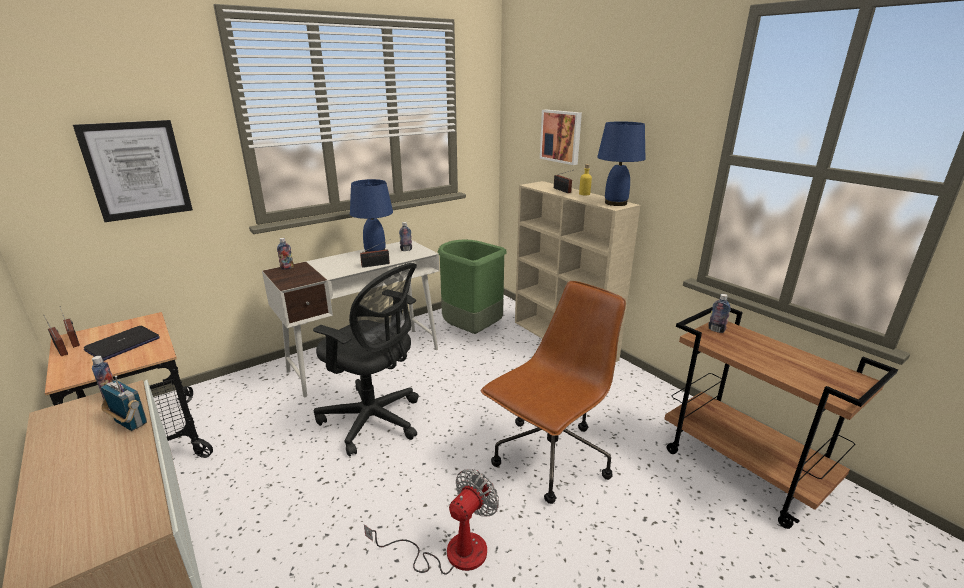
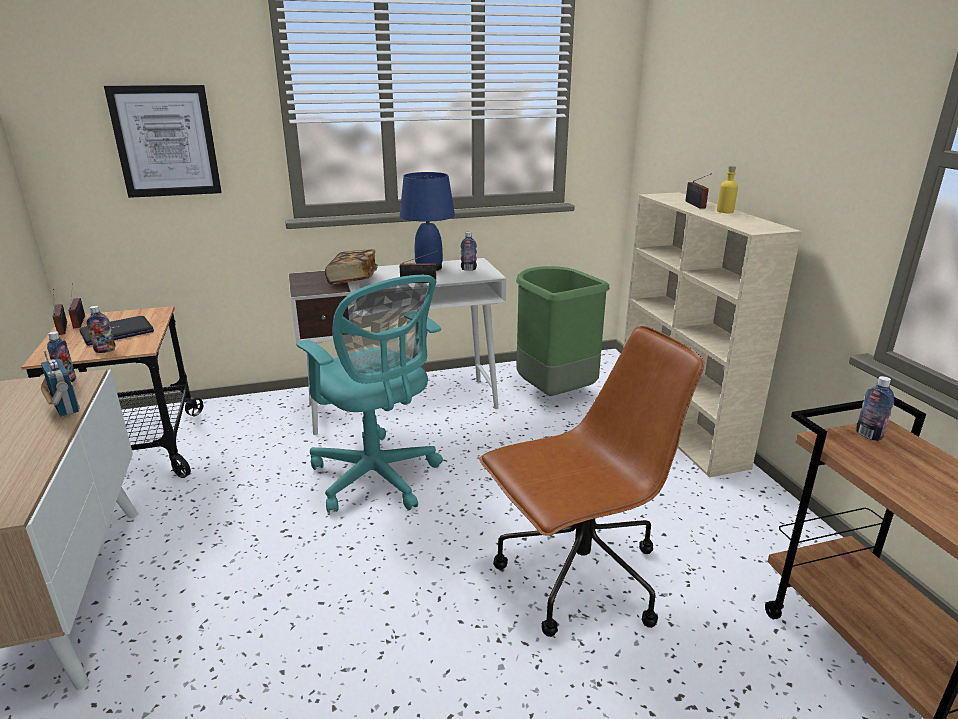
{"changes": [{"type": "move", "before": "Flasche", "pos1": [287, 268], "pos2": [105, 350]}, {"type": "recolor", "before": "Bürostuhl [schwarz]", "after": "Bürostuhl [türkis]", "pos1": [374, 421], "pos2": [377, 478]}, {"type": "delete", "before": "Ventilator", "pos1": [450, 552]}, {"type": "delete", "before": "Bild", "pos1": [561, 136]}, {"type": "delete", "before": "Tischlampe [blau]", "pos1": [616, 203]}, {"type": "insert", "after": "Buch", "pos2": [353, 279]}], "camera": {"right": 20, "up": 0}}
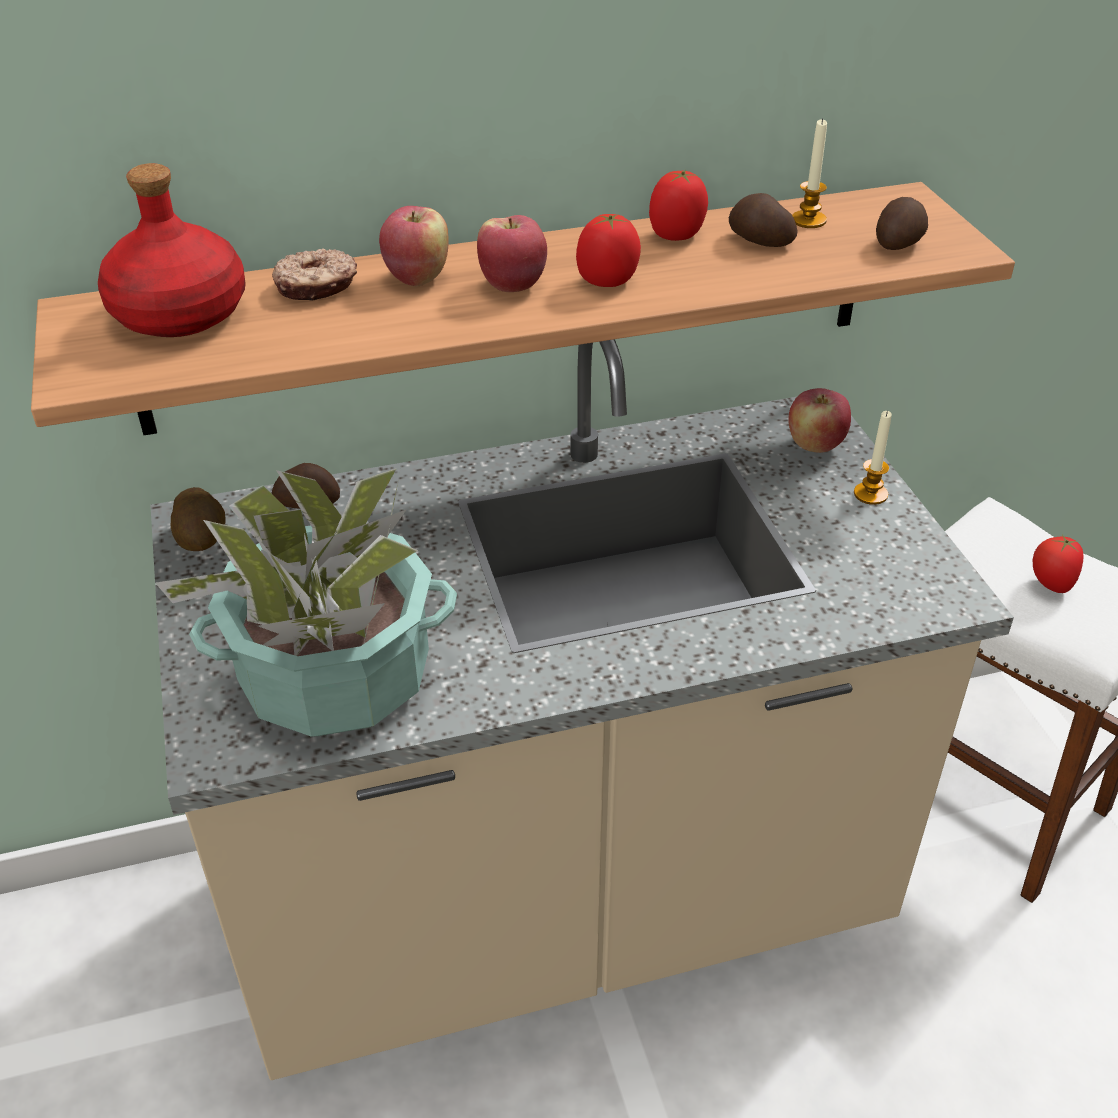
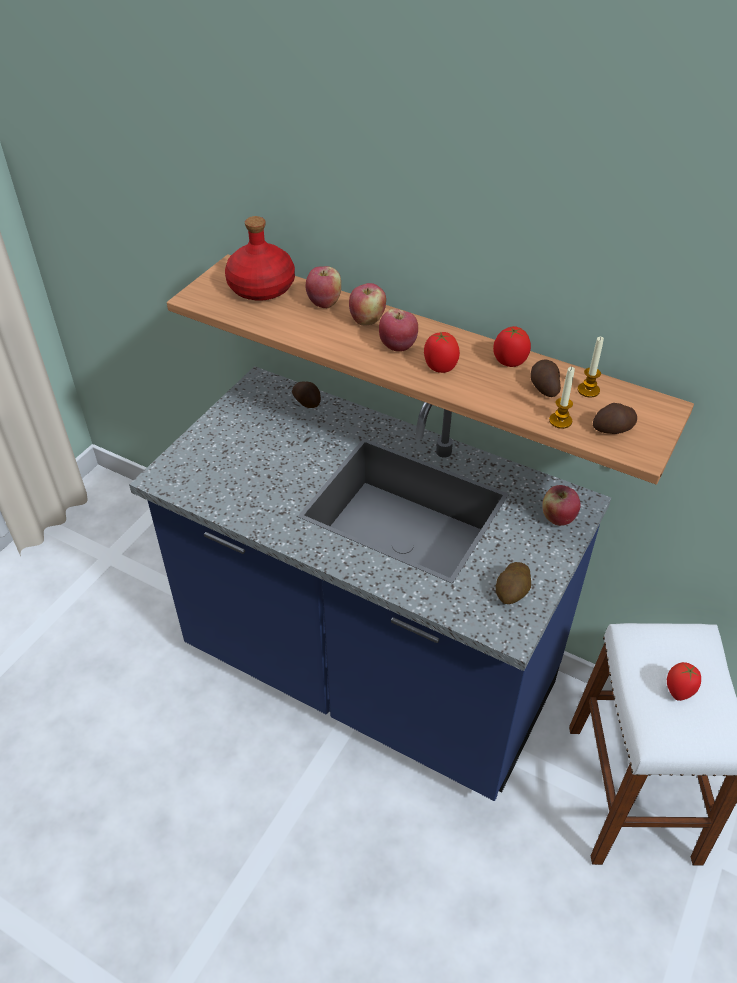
{"changes": [{"type": "recolor", "before": "Küchenzeile [beige]", "after": "Küchenzeile [blau]", "pos1": [561, 908], "pos2": [368, 674]}, {"type": "delete", "before": "Topfpflanze", "pos1": [336, 676]}, {"type": "move", "before": "Kartoffel", "pos1": [202, 539], "pos2": [512, 592]}, {"type": "replace", "before": "Donut", "after": "Apfel", "pos1": [316, 287], "pos2": [324, 303]}, {"type": "move", "before": "Kerze", "pos1": [870, 494], "pos2": [560, 421]}], "camera": {"right": 45, "up": 5}}
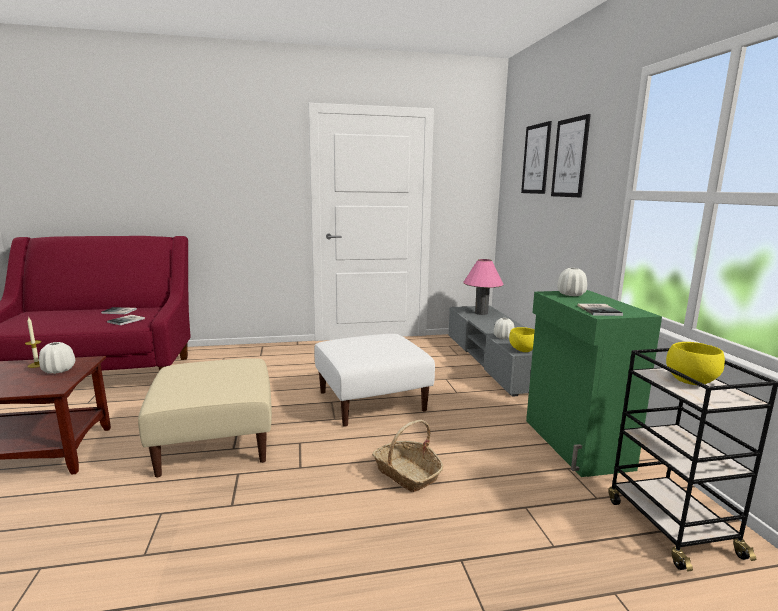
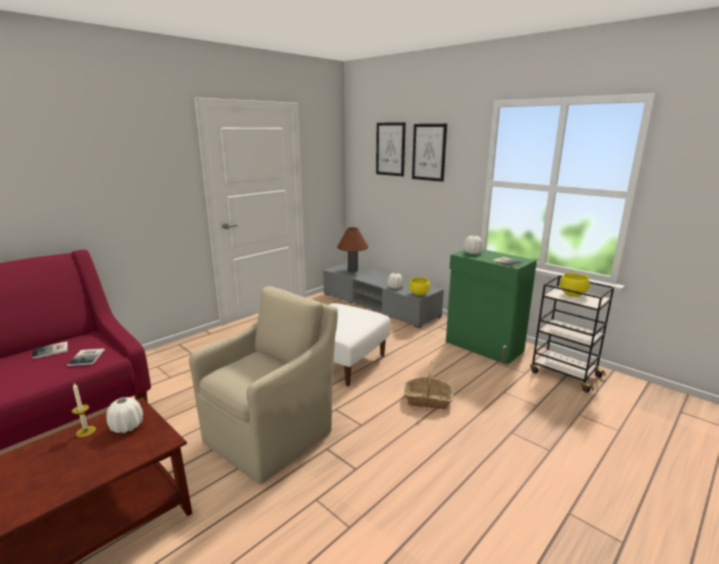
{"changes": [{"type": "replace", "before": "Polsterhocker [beige]", "after": "Sessel [beige]", "pos1": [216, 441], "pos2": [272, 435]}, {"type": "recolor", "before": "Tischlampe [rosa]", "after": "Tischlampe [braun]", "pos1": [481, 313], "pos2": [352, 270]}], "camera": {"right": -35, "up": 5}}
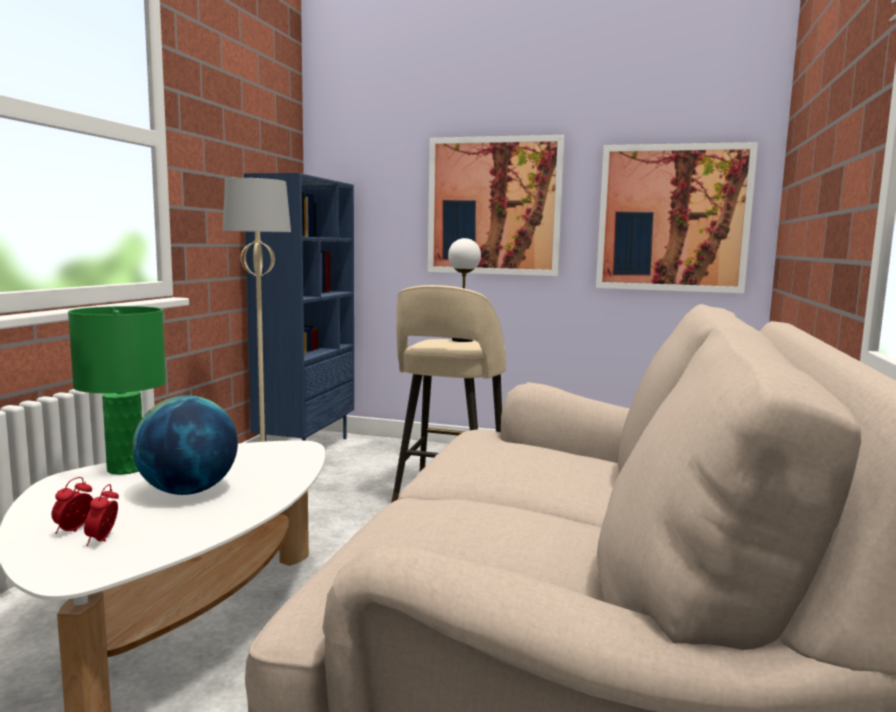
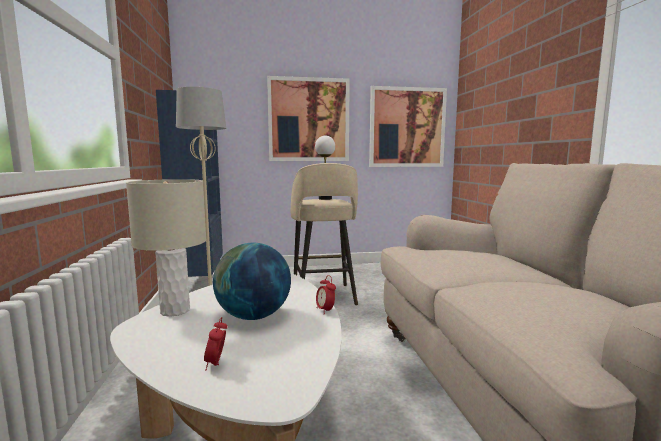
{"changes": [{"type": "recolor", "before": "Tischlampe [grün]", "after": "Tischlampe [beige]", "pos1": [126, 469], "pos2": [175, 310]}, {"type": "move", "before": "Wecker", "pos1": [103, 541], "pos2": [325, 310]}], "camera": {"right": -25, "up": 0}}
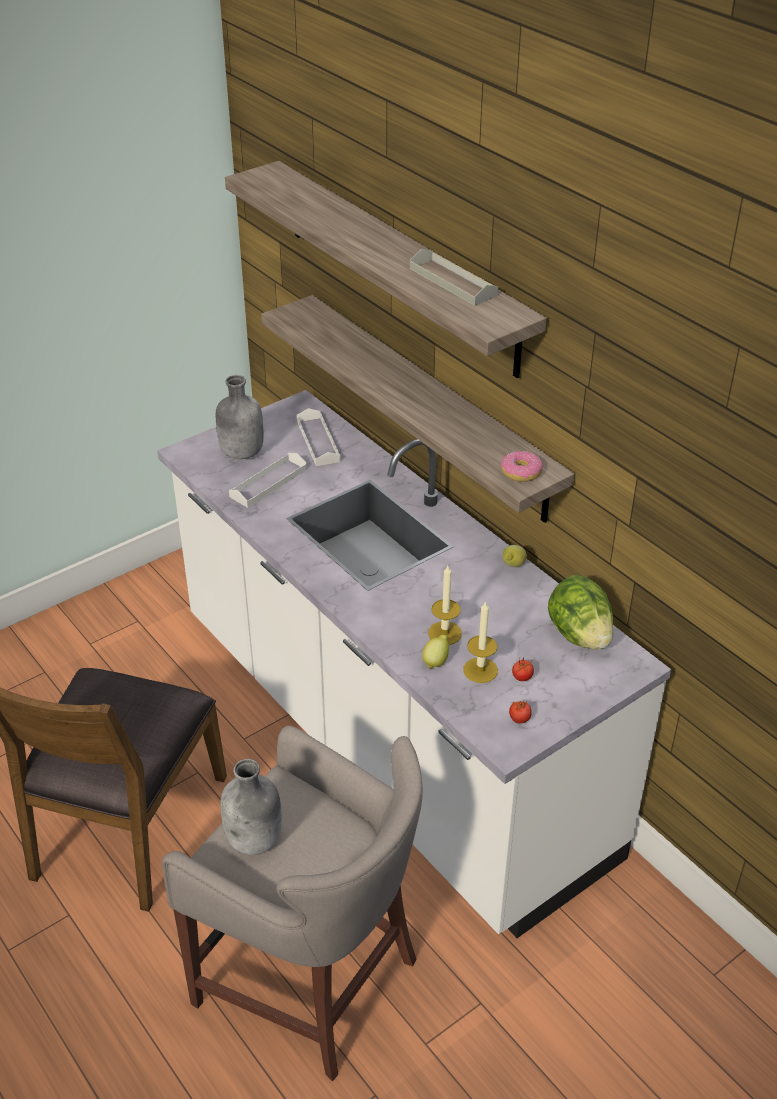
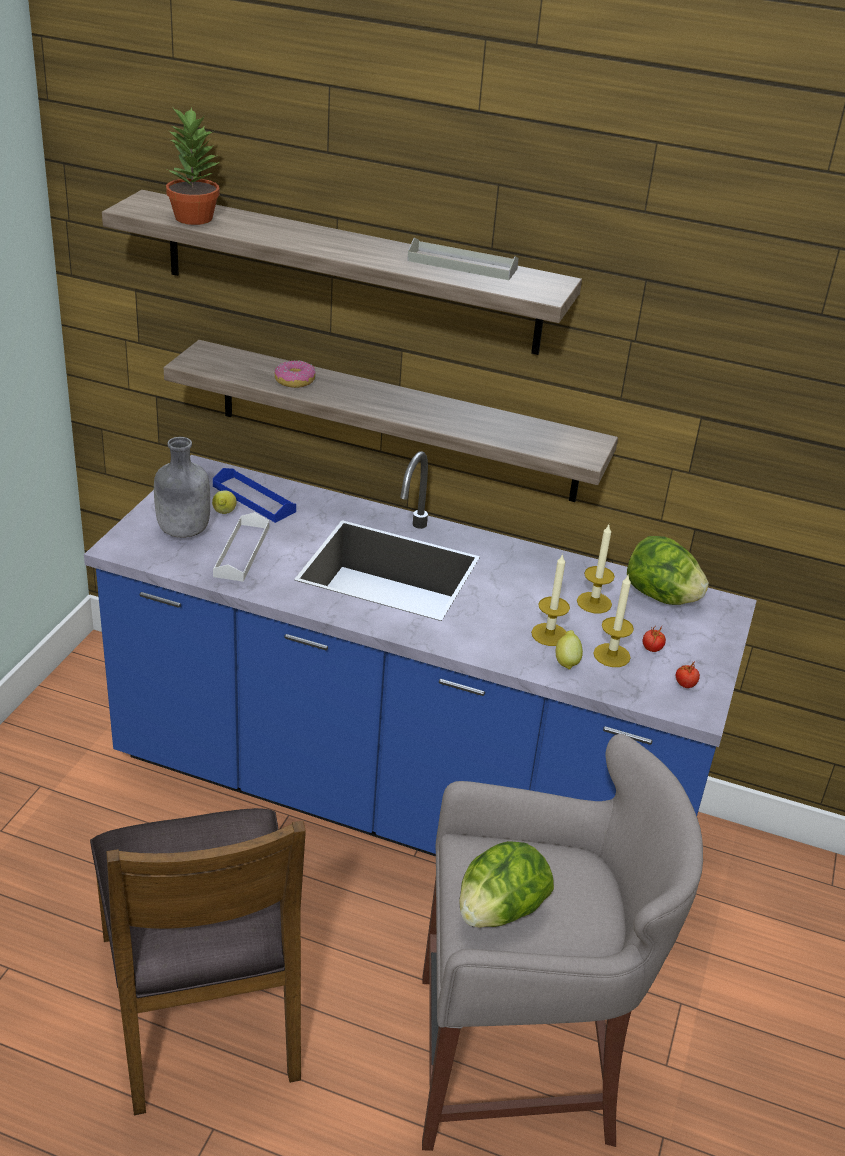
{"changes": [{"type": "recolor", "before": "Küchenzeile [weiß]", "after": "Küchenzeile [blau]", "pos1": [388, 737], "pos2": [403, 800]}, {"type": "replace", "before": "Flasche [grau]", "after": "Salatkopf", "pos1": [255, 840], "pos2": [499, 911]}, {"type": "recolor", "before": "Tablett [weiß]", "after": "Tablett [blau]", "pos1": [318, 441], "pos2": [254, 499]}, {"type": "move", "before": "Donut", "pos1": [521, 472], "pos2": [295, 381]}, {"type": "move", "before": "Zitrone", "pos1": [512, 566], "pos2": [224, 514]}, {"type": "insert", "after": "Topfpflanze", "pos2": [193, 217]}, {"type": "insert", "after": "Kerze", "pos2": [594, 602]}], "camera": {"right": -35, "up": -5}}
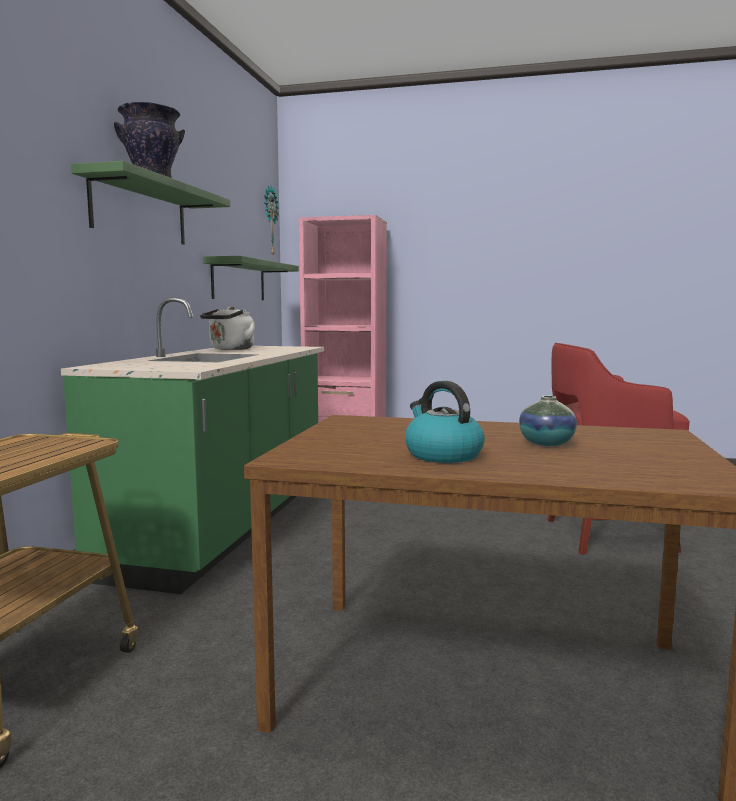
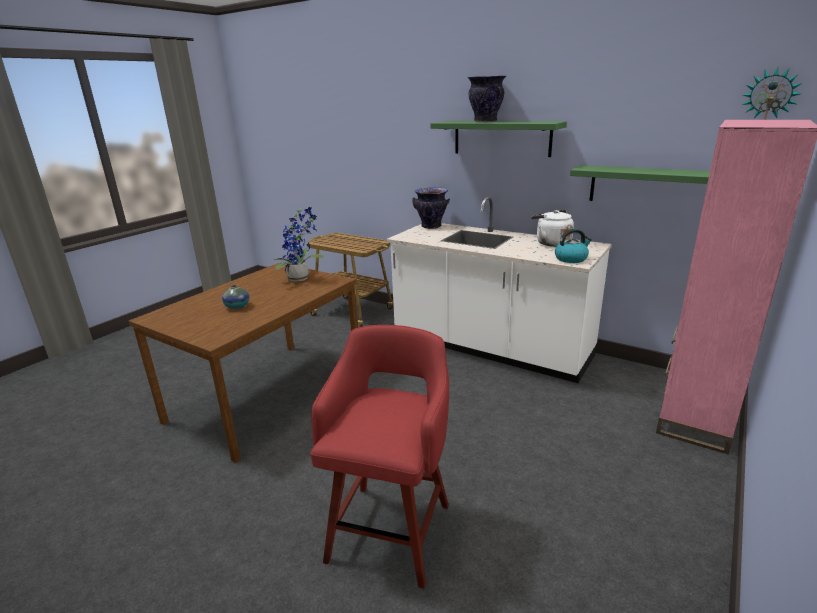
{"changes": [{"type": "recolor", "before": "Küchenzeile [grün]", "after": "Küchenzeile [weiß]", "pos1": [226, 527], "pos2": [490, 348]}, {"type": "move", "before": "Wasserkessel", "pos1": [442, 455], "pos2": [571, 259]}, {"type": "insert", "after": "Topfpflanze", "pos2": [301, 278]}, {"type": "insert", "after": "Vase", "pos2": [431, 227]}], "camera": {"right": 110, "up": 15}}
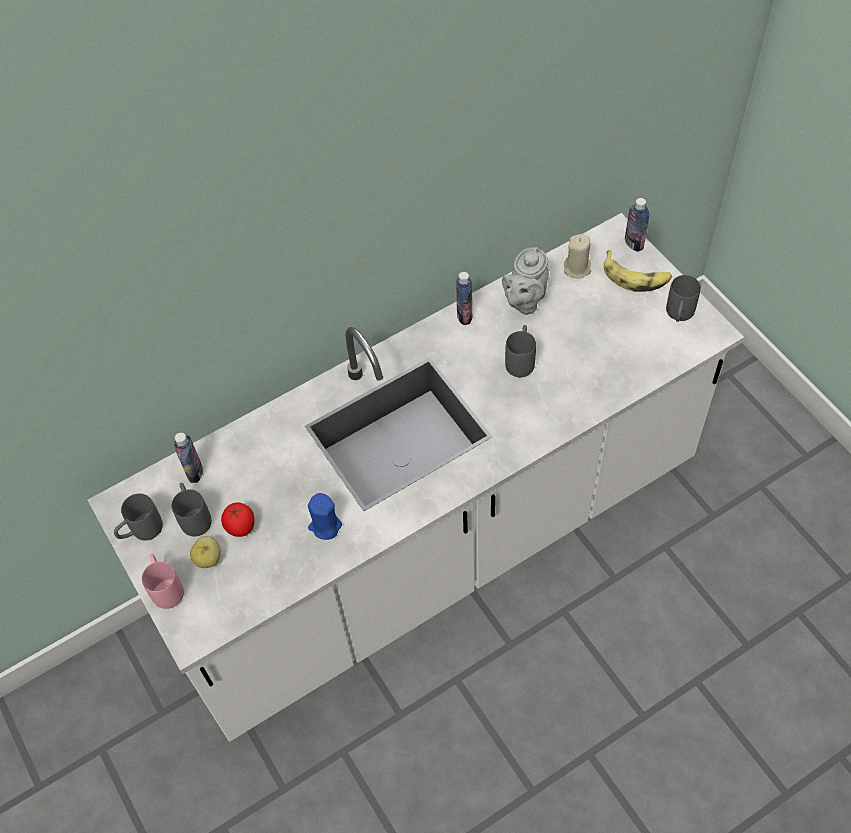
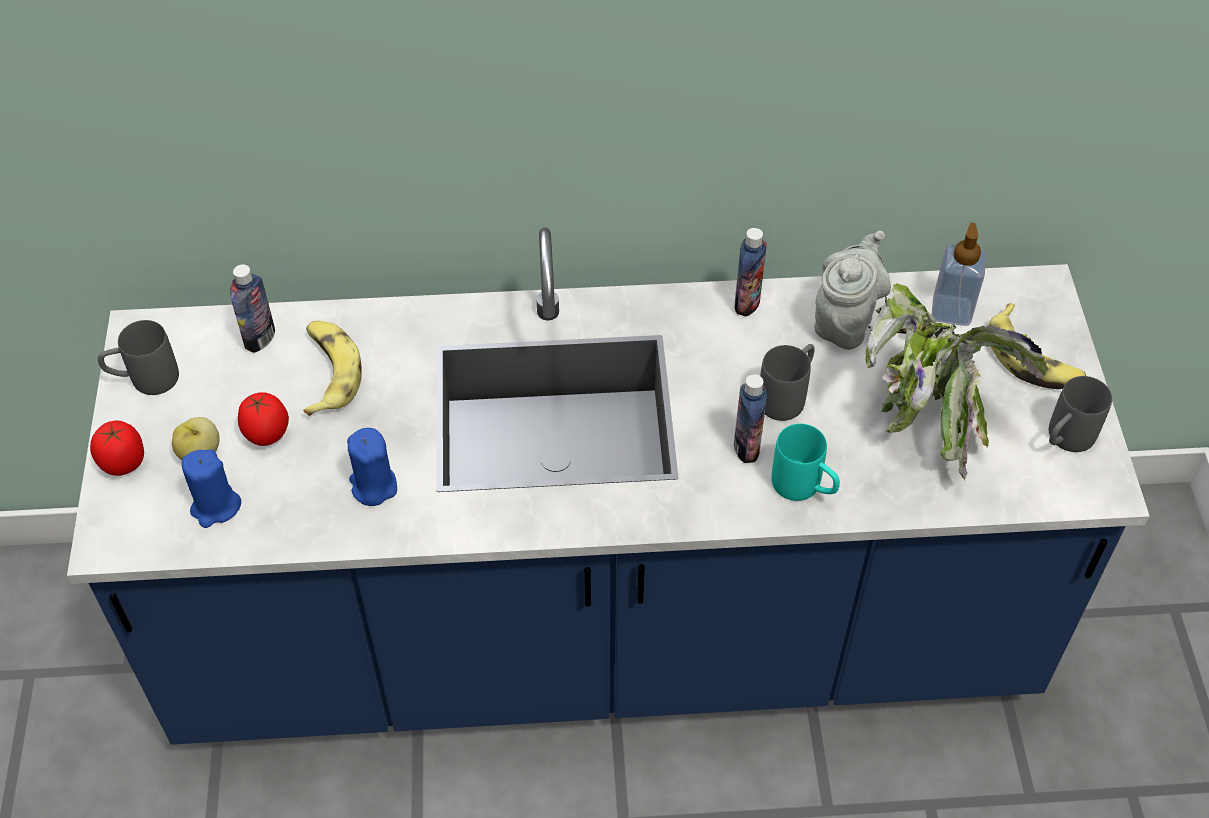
{"changes": [{"type": "recolor", "before": "Küchenzeile [weiß]", "after": "Küchenzeile [blau]", "pos1": [435, 545], "pos2": [604, 636]}, {"type": "replace", "before": "Henkelbecher [rosa]", "after": "Tomate", "pos1": [165, 587], "pos2": [124, 462]}, {"type": "delete", "before": "Henkelbecher [grau]", "pos1": [194, 516]}, {"type": "rotate", "before": "Teekanne [grau]", "pos1": [524, 301], "pos2": [845, 320], "turn": 150}, {"type": "replace", "before": "Kerze [beige]", "after": "Seifenspender", "pos1": [577, 268], "pos2": [951, 310]}, {"type": "move", "before": "Flasche", "pos1": [634, 243], "pos2": [746, 447]}, {"type": "insert", "after": "Kerze [blau]", "pos2": [215, 506]}, {"type": "insert", "after": "Banane", "pos2": [328, 372]}, {"type": "insert", "after": "Henkelbecher [türkis]", "pos2": [804, 488]}, {"type": "insert", "after": "Topfpflanze", "pos2": [927, 411]}], "camera": {"right": 25, "up": -5}}
